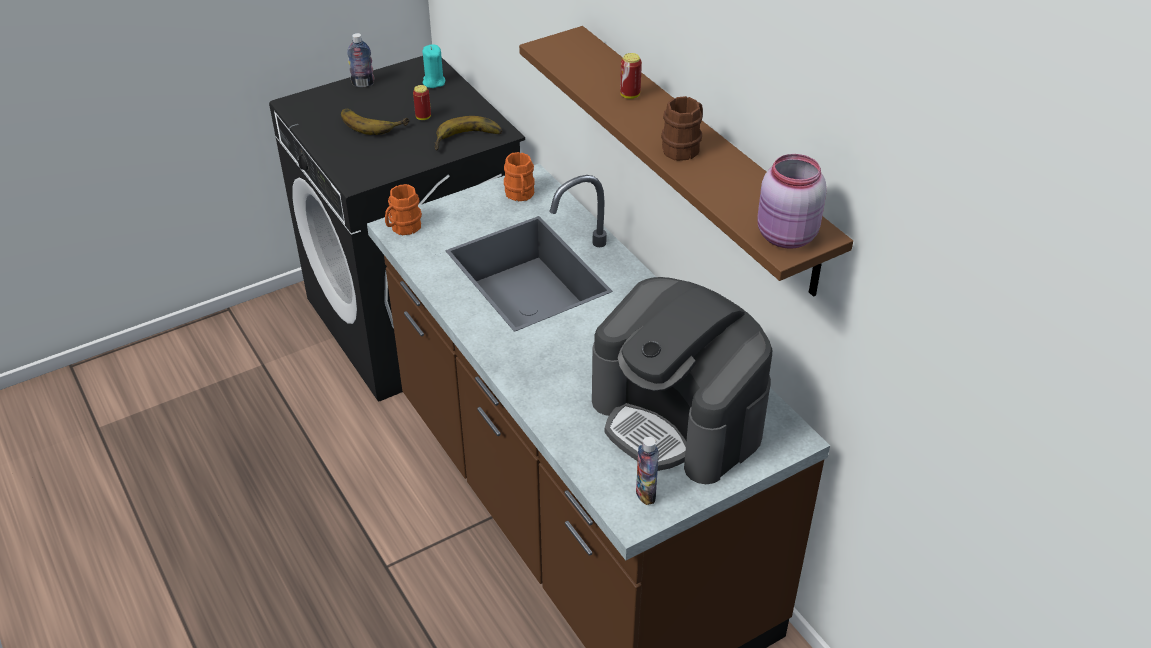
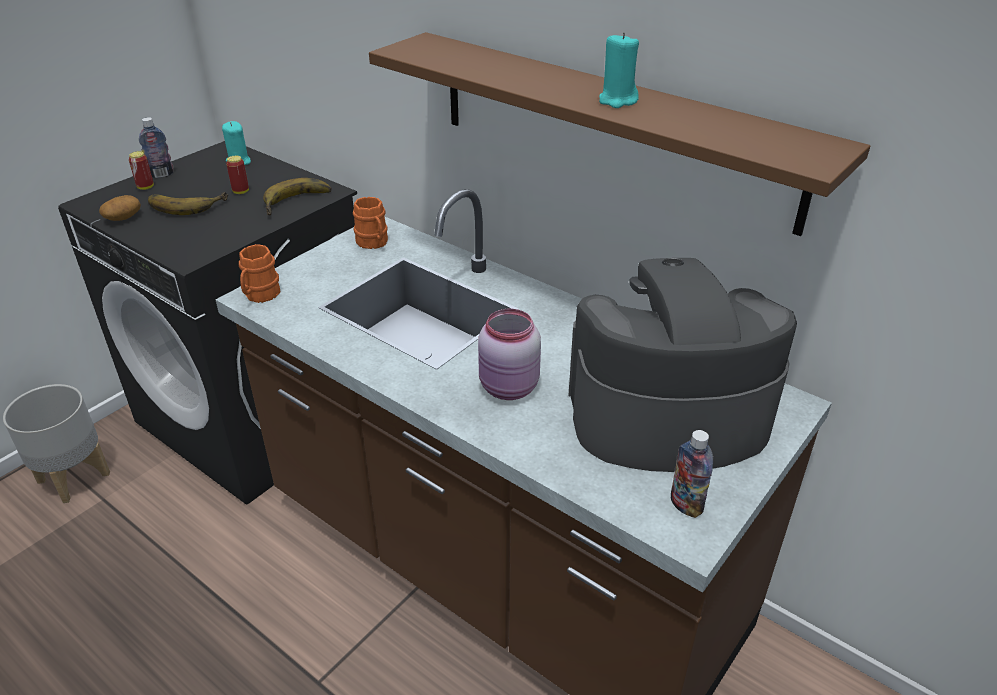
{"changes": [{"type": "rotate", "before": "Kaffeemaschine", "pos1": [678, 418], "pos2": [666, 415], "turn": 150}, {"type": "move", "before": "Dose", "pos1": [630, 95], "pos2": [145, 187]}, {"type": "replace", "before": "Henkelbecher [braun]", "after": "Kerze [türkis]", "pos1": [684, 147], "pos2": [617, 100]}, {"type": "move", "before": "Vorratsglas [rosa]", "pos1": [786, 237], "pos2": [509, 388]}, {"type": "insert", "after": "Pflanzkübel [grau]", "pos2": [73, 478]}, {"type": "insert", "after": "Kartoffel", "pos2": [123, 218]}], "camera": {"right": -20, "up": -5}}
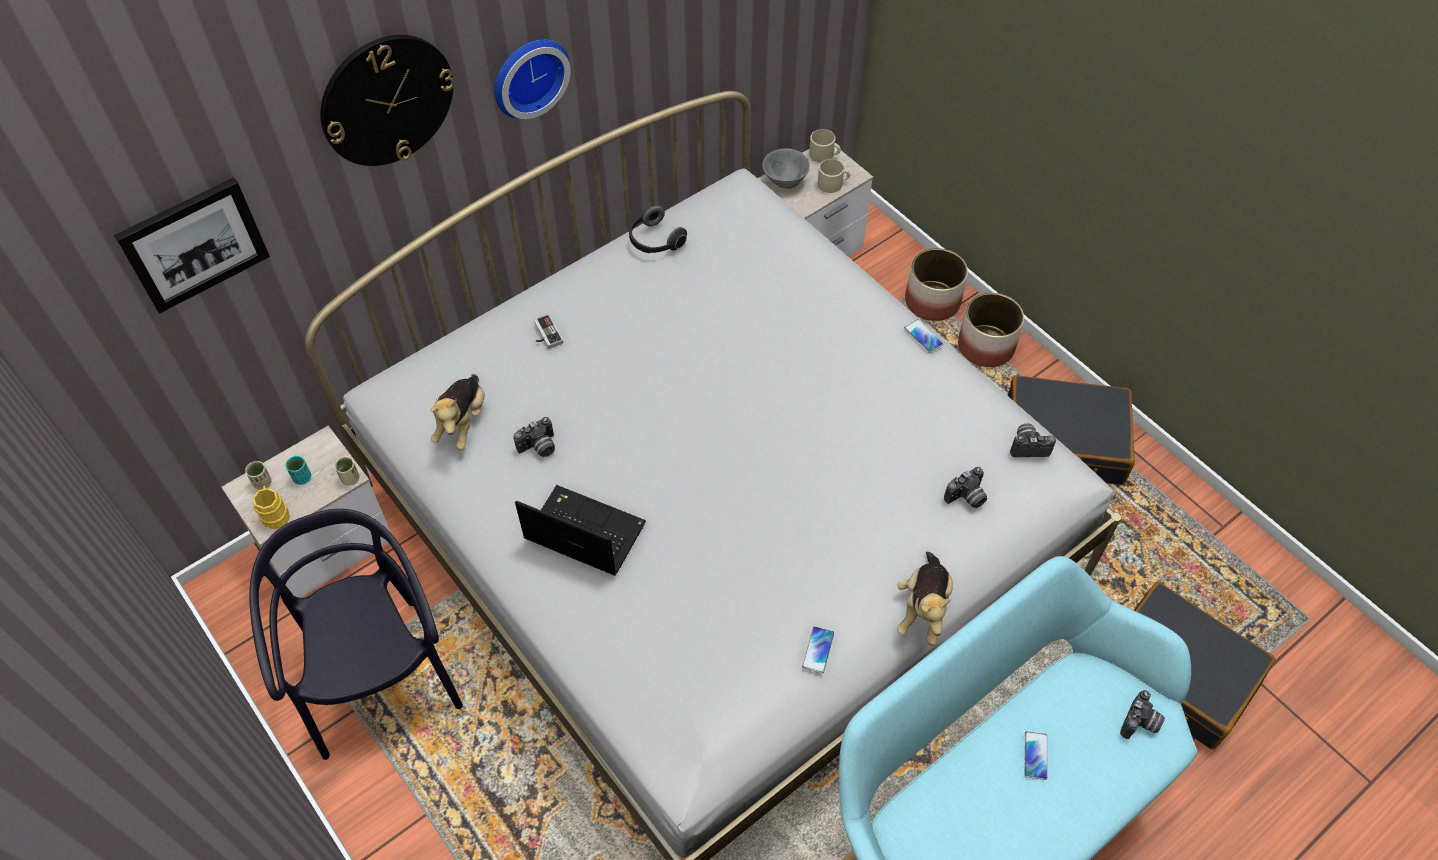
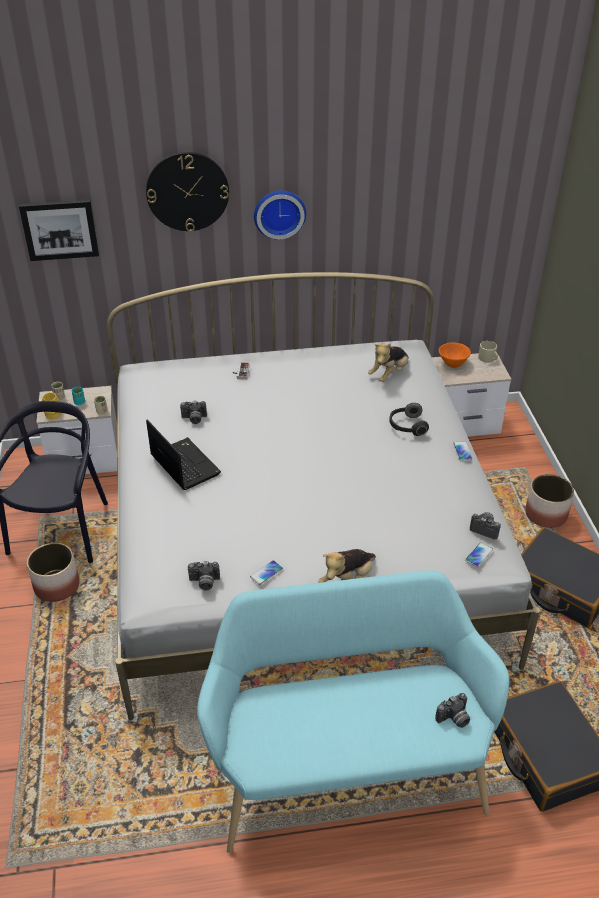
{"changes": [{"type": "move", "before": "Plüschtier", "pos1": [462, 422], "pos2": [389, 374]}, {"type": "move", "before": "Kopfhörer", "pos1": [655, 241], "pos2": [407, 426]}, {"type": "recolor", "before": "Schüssel [grau]", "after": "Schüssel [orange]", "pos1": [785, 180], "pos2": [453, 363]}, {"type": "delete", "before": "Henkelbecher [beige]", "pos1": [833, 183]}, {"type": "move", "before": "Pflanzkübel", "pos1": [932, 301], "pos2": [57, 586]}, {"type": "move", "before": "Kamera", "pos1": [966, 498], "pos2": [204, 583]}, {"type": "move", "before": "Handy", "pos1": [1035, 755], "pos2": [479, 555]}], "camera": {"right": 30, "up": -15}}
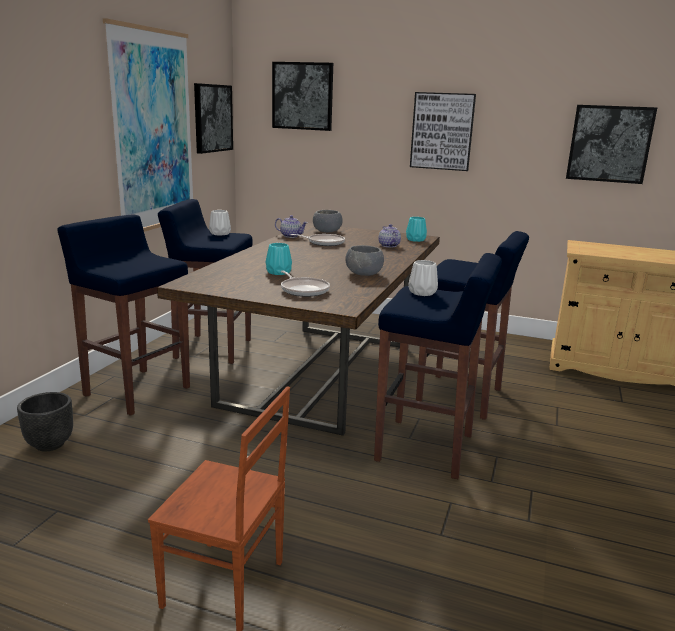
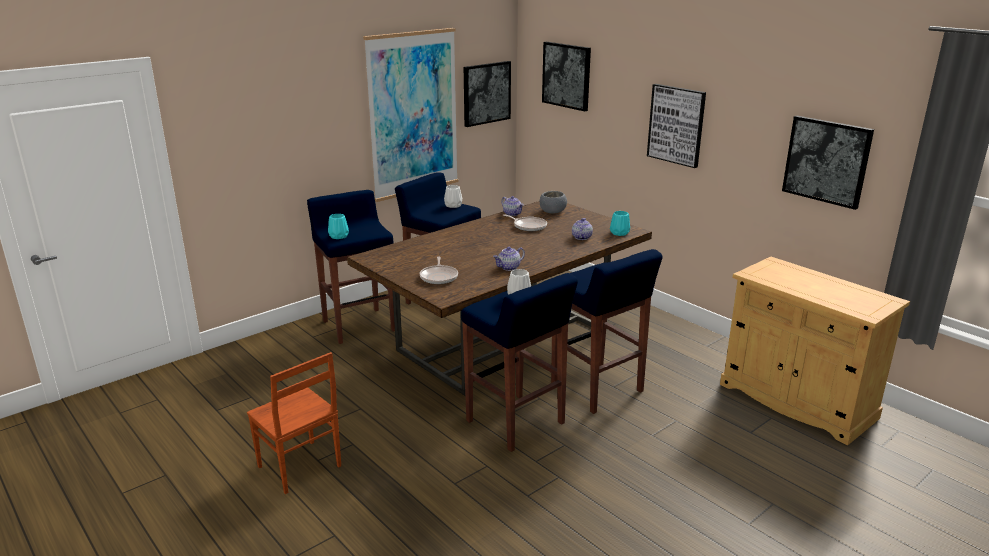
{"changes": [{"type": "delete", "before": "Pflanzkübel [schwarz]", "pos1": [49, 445]}, {"type": "move", "before": "Vase [türkis]", "pos1": [279, 272], "pos2": [339, 236]}, {"type": "replace", "before": "Schüssel [grau]", "after": "Teekanne", "pos1": [363, 274], "pos2": [509, 267]}], "camera": {"right": 30, "up": 5}}
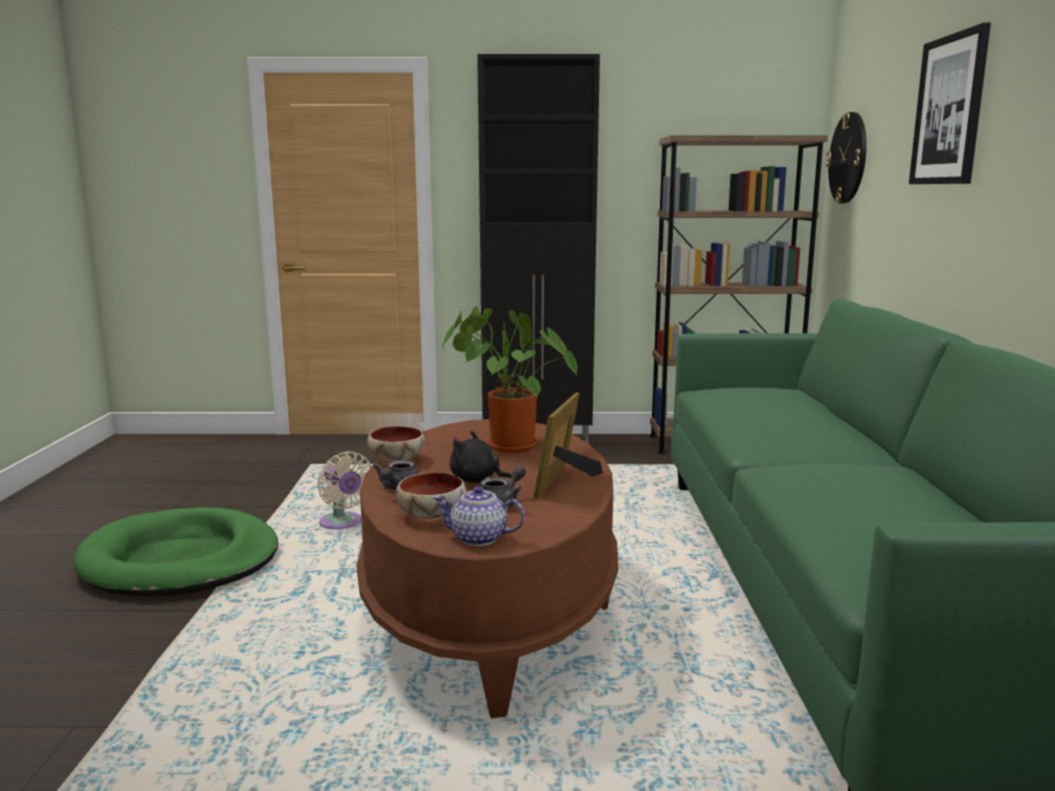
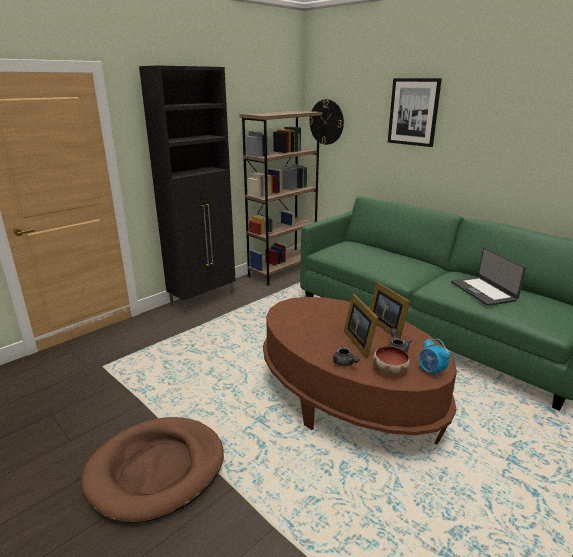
{"changes": [{"type": "recolor", "before": "Hundebett [grün]", "after": "Hundebett [braun]", "pos1": [180, 560], "pos2": [157, 470]}, {"type": "delete", "before": "Ventilator [beige]", "pos1": [343, 524]}, {"type": "delete", "before": "Schüssel", "pos1": [395, 460]}, {"type": "replace", "before": "Teekanne", "after": "Wecker", "pos1": [479, 538], "pos2": [431, 371]}, {"type": "delete", "before": "Topfpflanze", "pos1": [506, 446]}, {"type": "replace", "before": "Plüschtier [schwarz]", "after": "Bilderrahmen", "pos1": [477, 480], "pos2": [360, 342]}, {"type": "insert", "after": "Laptop", "pos2": [483, 291]}], "camera": {"right": -45, "up": 10}}
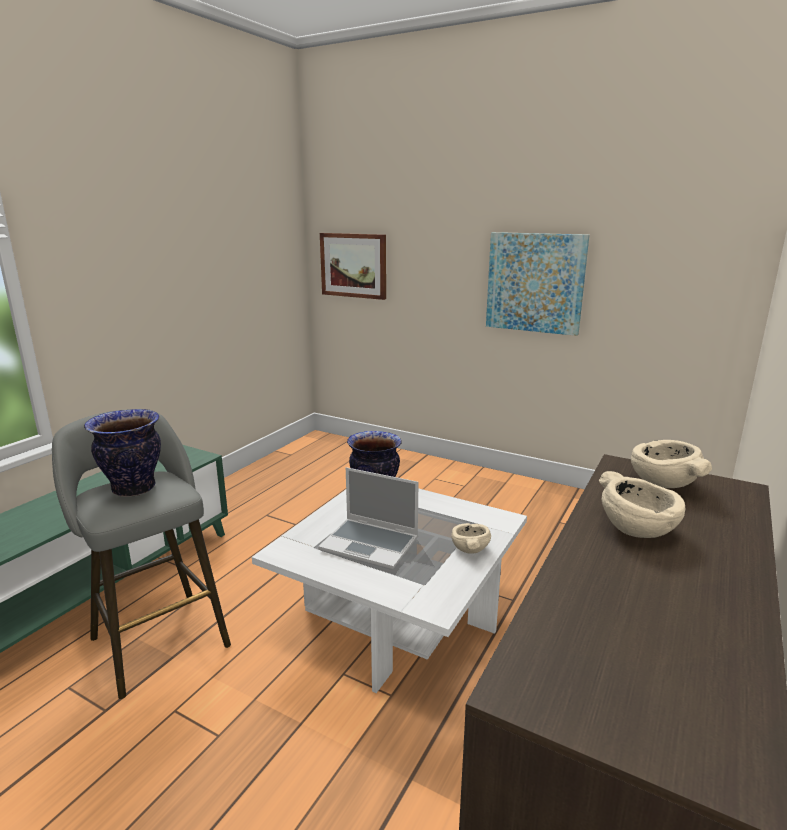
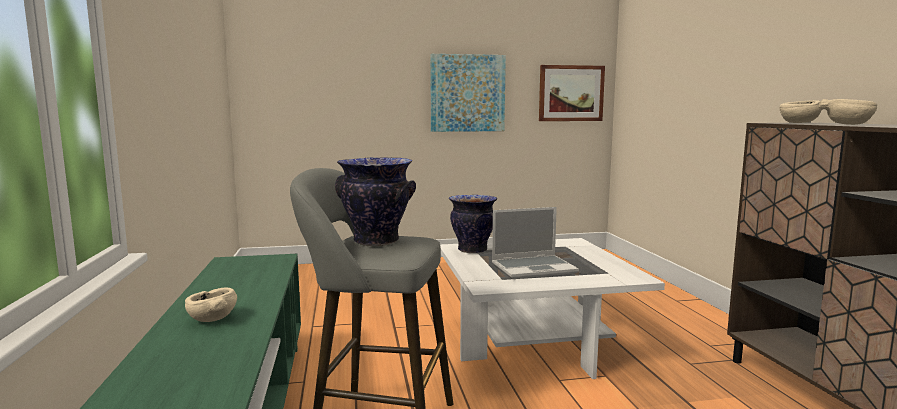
{"changes": [{"type": "move", "before": "Bild", "pos1": [353, 265], "pos2": [571, 93]}, {"type": "move", "before": "Schüssel [beige]", "pos1": [469, 549], "pos2": [212, 319]}], "camera": {"right": -40, "up": -10}}
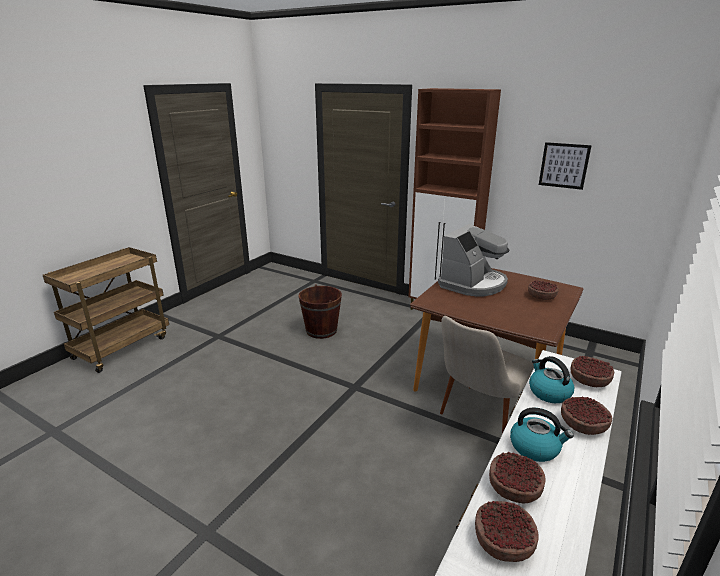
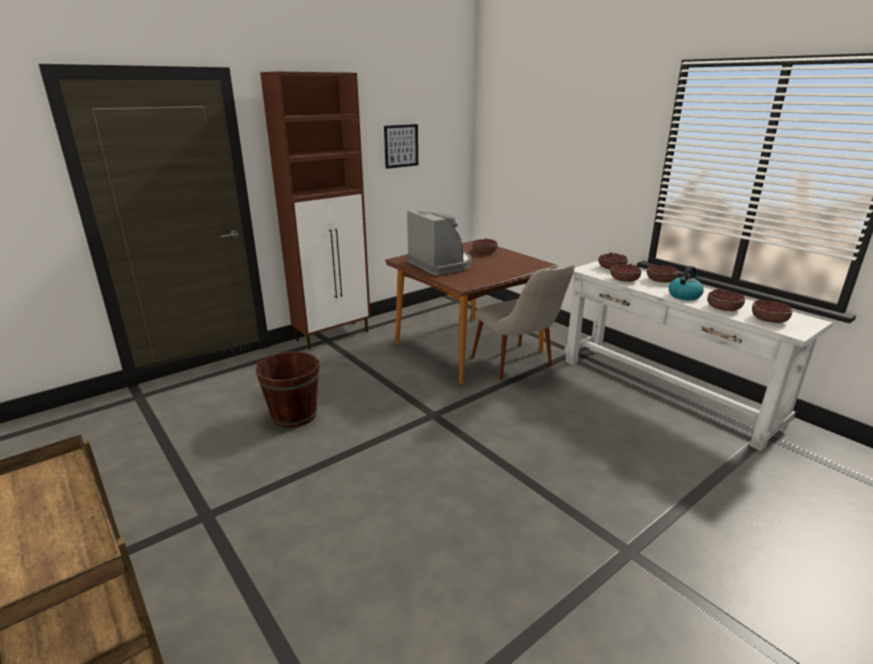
{"changes": [{"type": "replace", "before": "Wasserkessel", "after": "Schüssel", "pos1": [548, 392], "pos2": [624, 280]}], "camera": {"right": -70, "up": 0}}
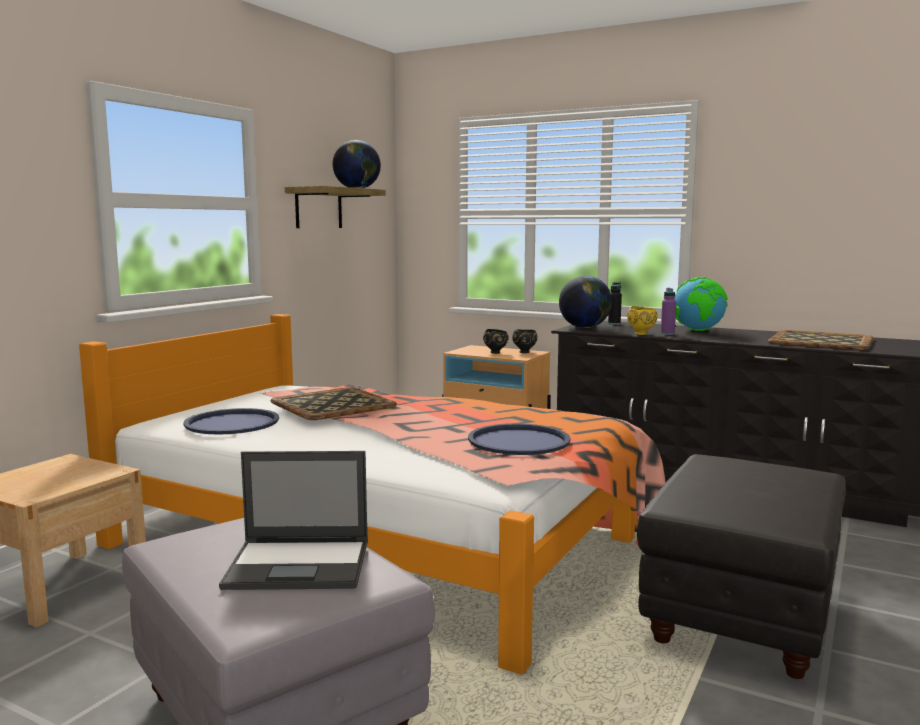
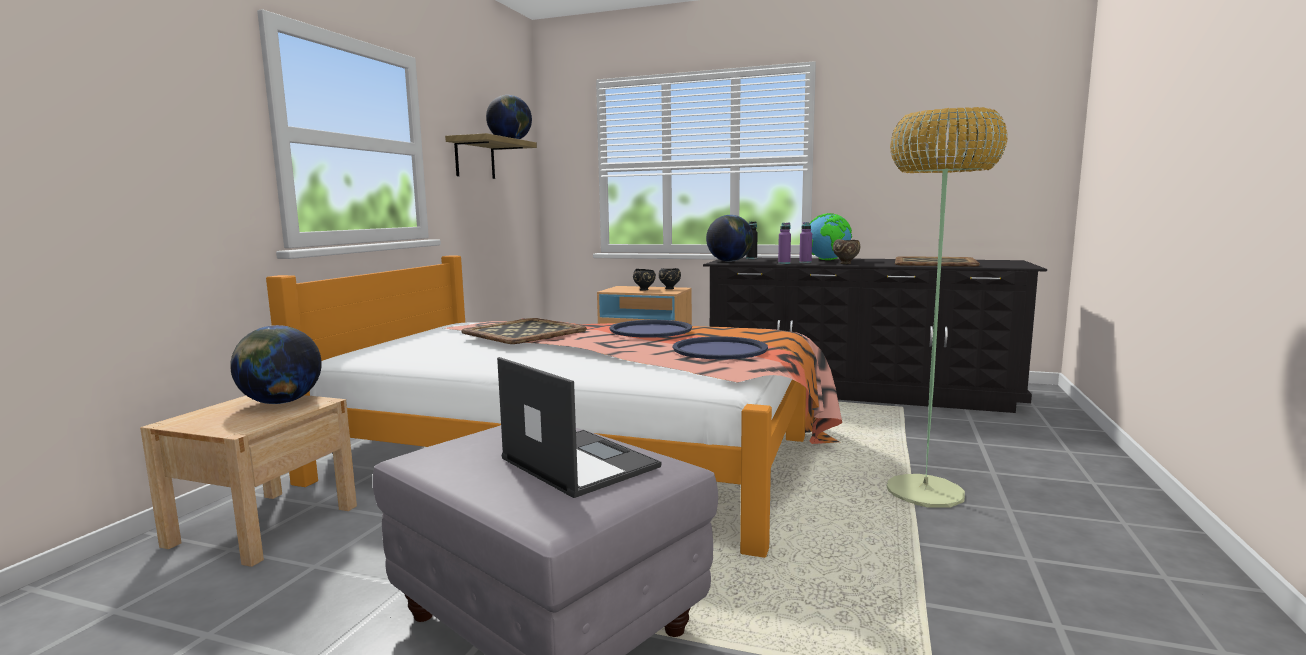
{"changes": [{"type": "move", "before": "Tablett [blau]", "pos1": [232, 423], "pos2": [651, 330]}, {"type": "rotate", "before": "Laptop", "pos1": [300, 565], "pos2": [577, 462], "turn": -120}, {"type": "replace", "before": "Schüssel [gelb]", "after": "Flasche [lila]", "pos1": [642, 334], "pos2": [784, 263]}, {"type": "replace", "before": "Polsterhocker [schwarz]", "after": "Stehlampe", "pos1": [739, 616], "pos2": [924, 491]}, {"type": "insert", "after": "Globus", "pos2": [281, 402]}, {"type": "insert", "after": "Schüssel [braun]", "pos2": [846, 263]}], "camera": {"right": -10, "up": 0}}
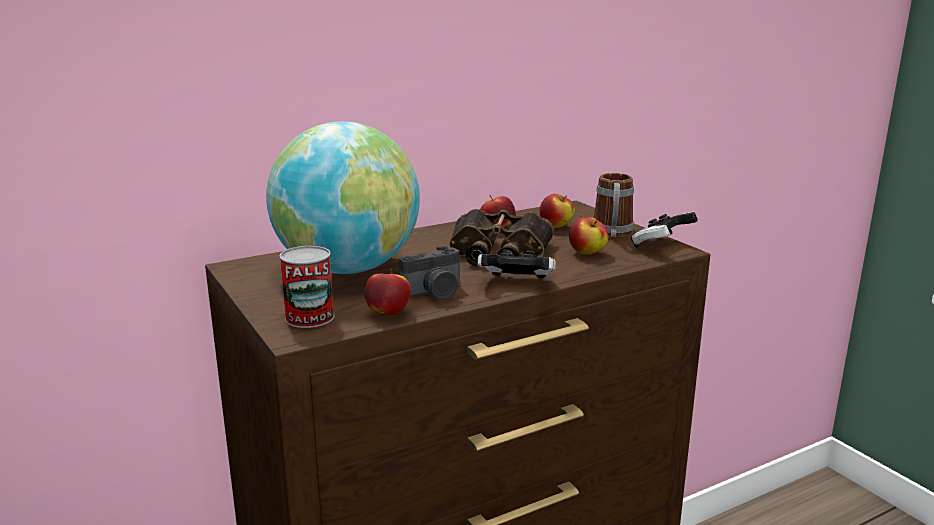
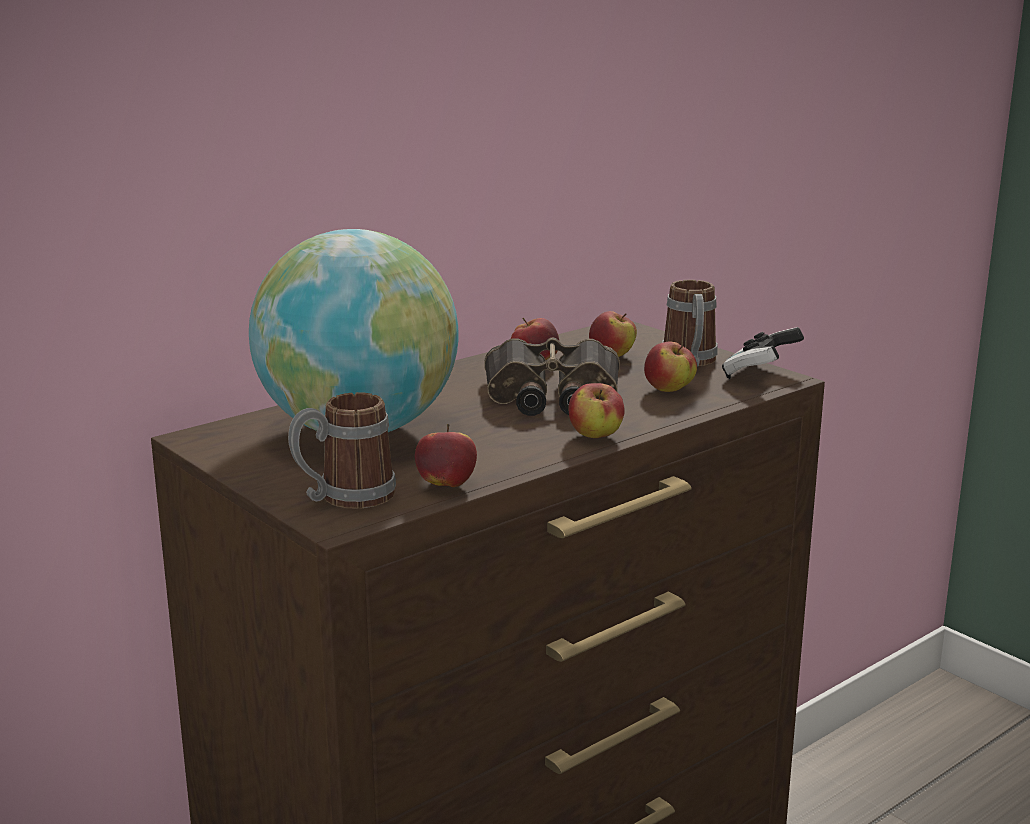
{"changes": [{"type": "replace", "before": "Dose", "after": "Henkelbecher", "pos1": [309, 317], "pos2": [344, 498]}, {"type": "delete", "before": "Kamera", "pos1": [434, 293]}, {"type": "replace", "before": "Gamepad", "after": "Apfel", "pos1": [516, 284], "pos2": [595, 436]}], "camera": {"right": -10, "up": 0}}
